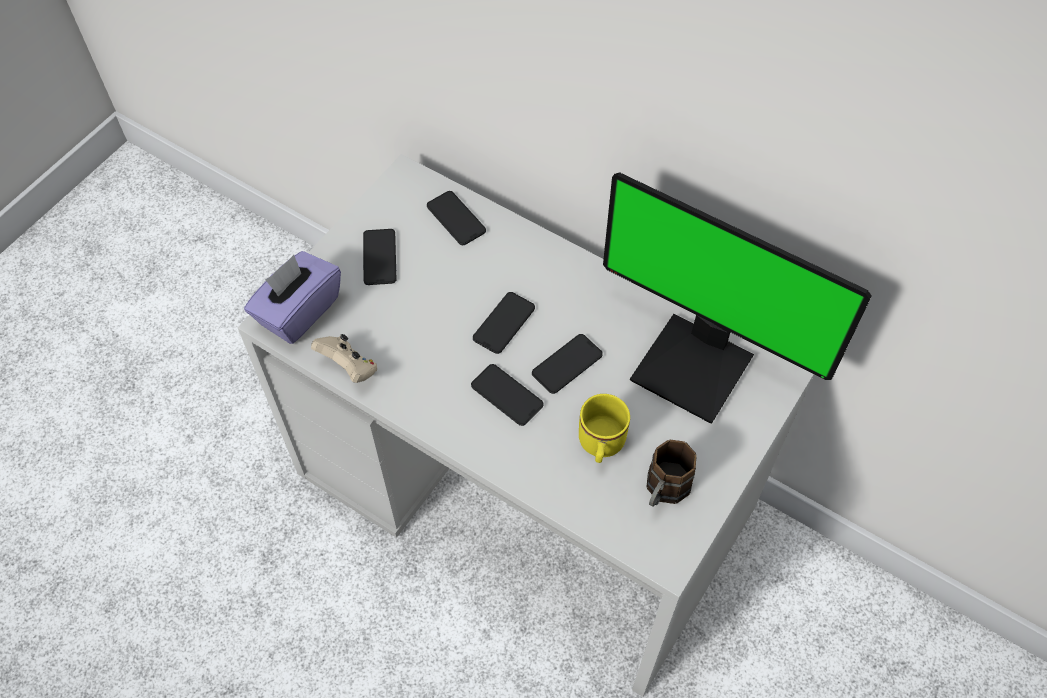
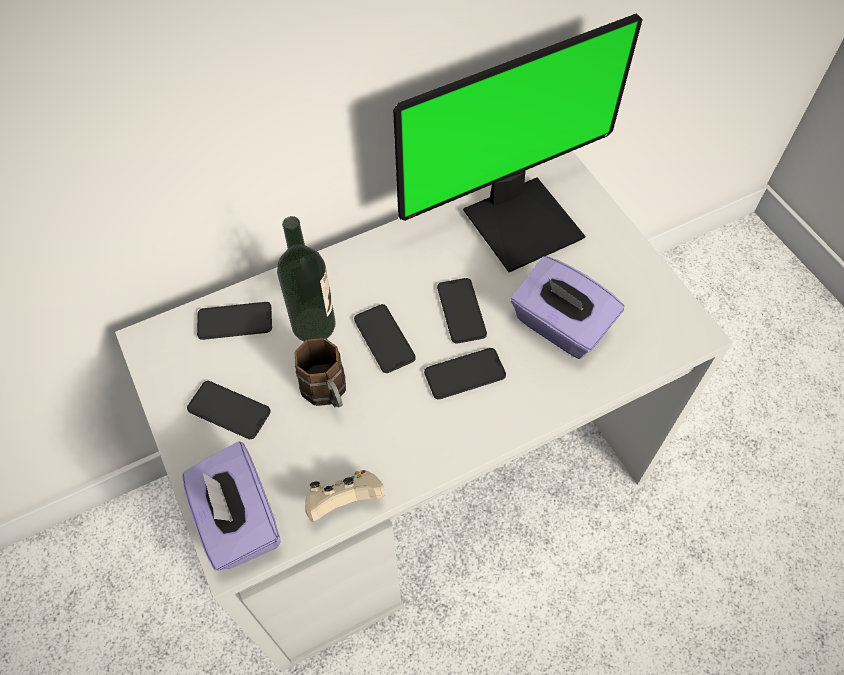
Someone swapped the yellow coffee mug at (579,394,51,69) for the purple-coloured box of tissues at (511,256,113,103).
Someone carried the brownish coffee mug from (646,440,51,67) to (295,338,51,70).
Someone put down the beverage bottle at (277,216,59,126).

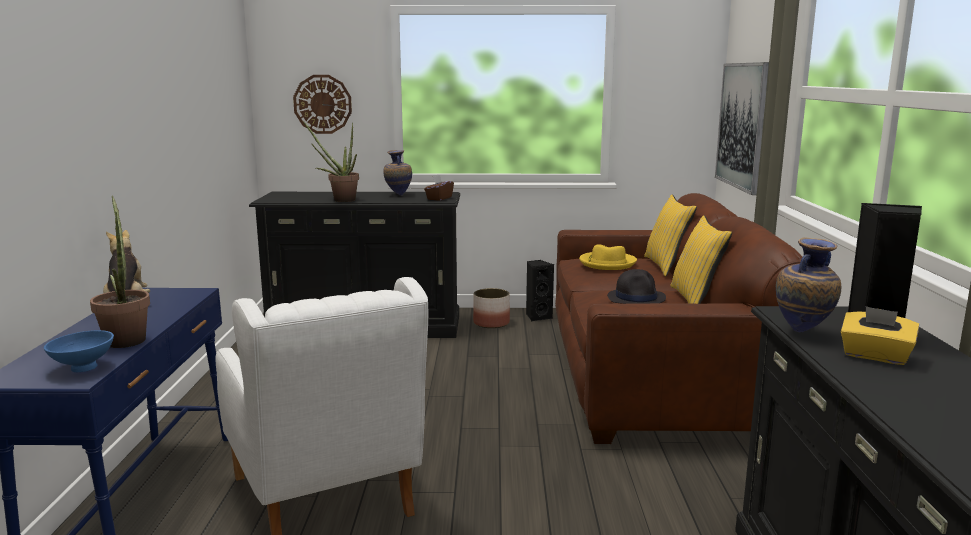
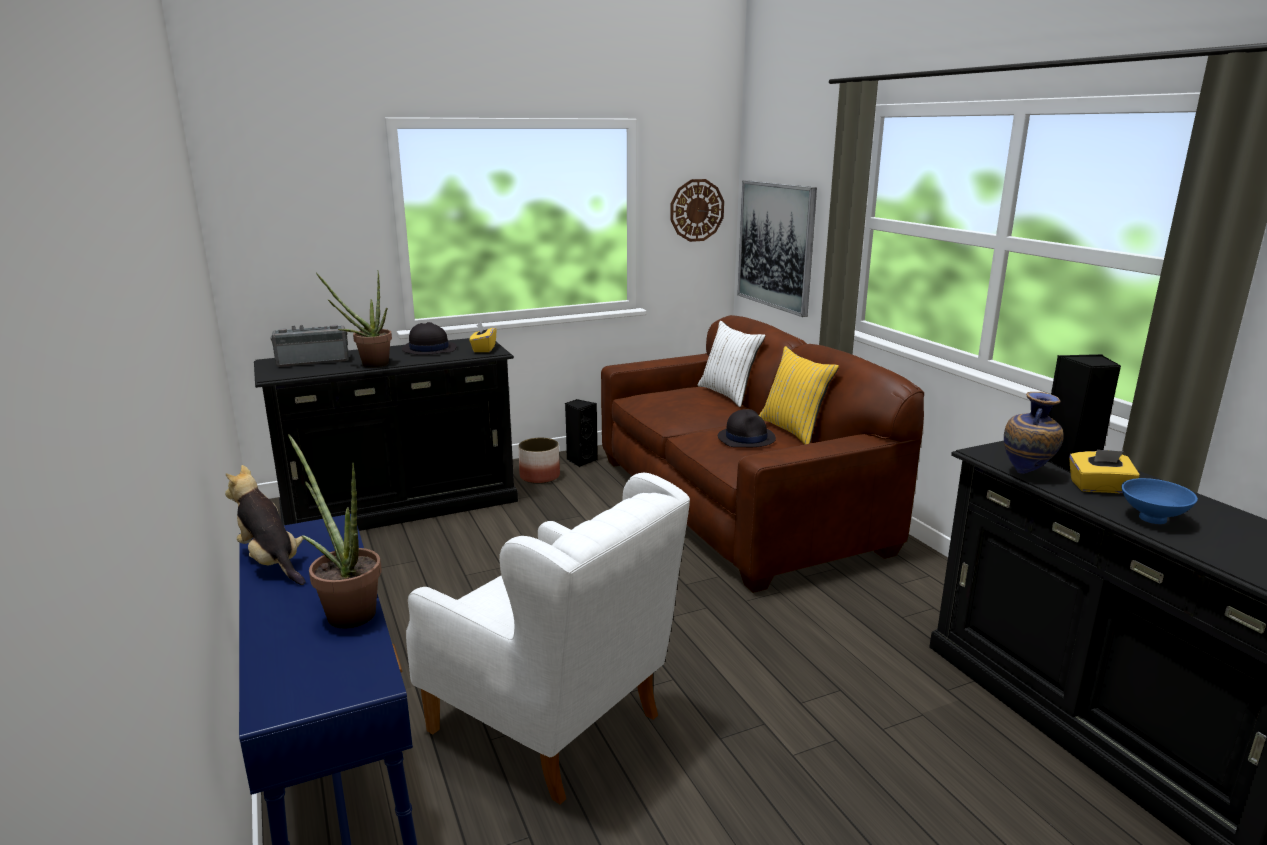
Someone carried the bluish deep dish from (44,330,70,42) to (1121,478,77,46).
Someone carried the hanging clock from (293,75,59,59) to (670,179,54,63).
Someone swapped the vase at (384,150,28,46) for the black-coloured wearable hat at (402,322,55,33).
Someone repainted the brownish box of tissues at (424,175,30,26), which became the yellow box of tissues at (470,322,27,30).
Someone took away the yellow wearable hat at (579,244,58,26).
Someone repainted the yellow throw pillow at (644,195,53,81), which became the whitish throw pillow at (698,321,68,86).
Someone put down the radio set at (270,325,79,42).

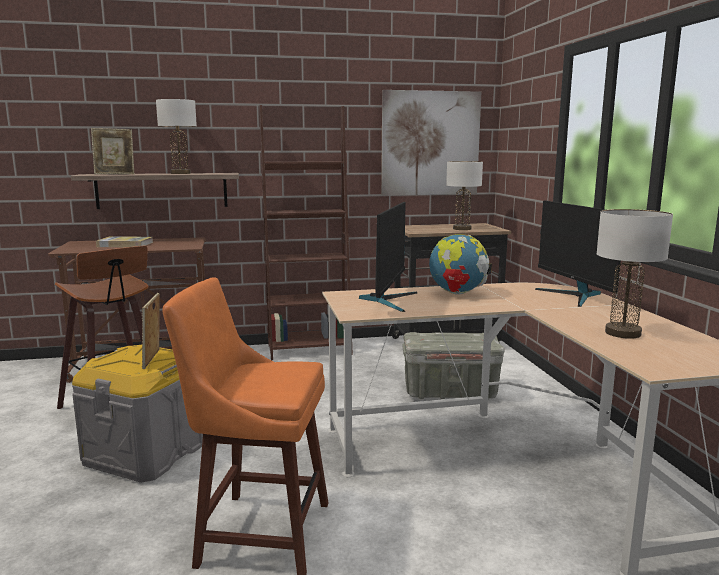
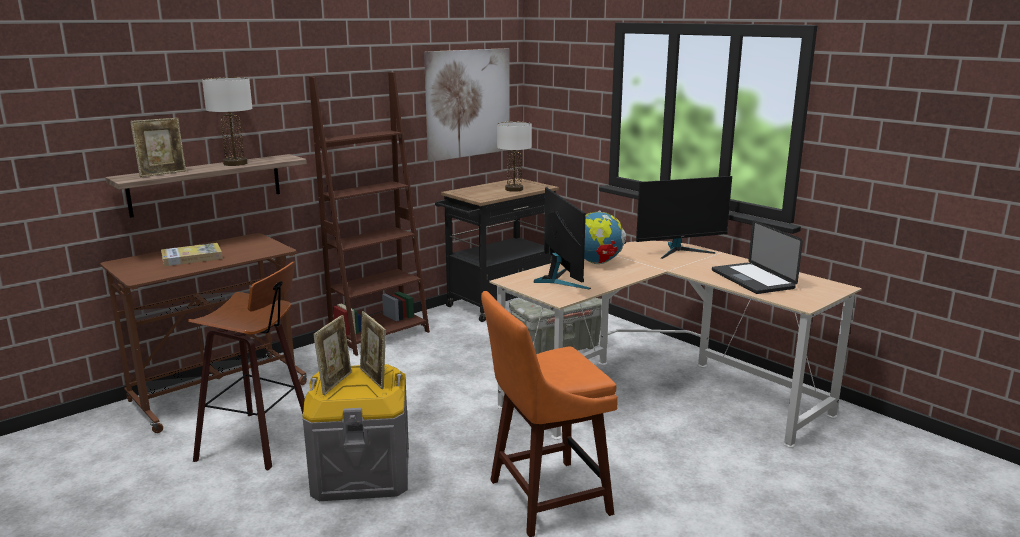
Someone rotated the computer display at (535,200,86,107) by 60 degrees counterclockwise.
Someone swapped the tabletop lamp at (597,209,76,130) for the notebook computer at (712,220,91,74).
Someone put down the standing frame at (313,315,39,80).

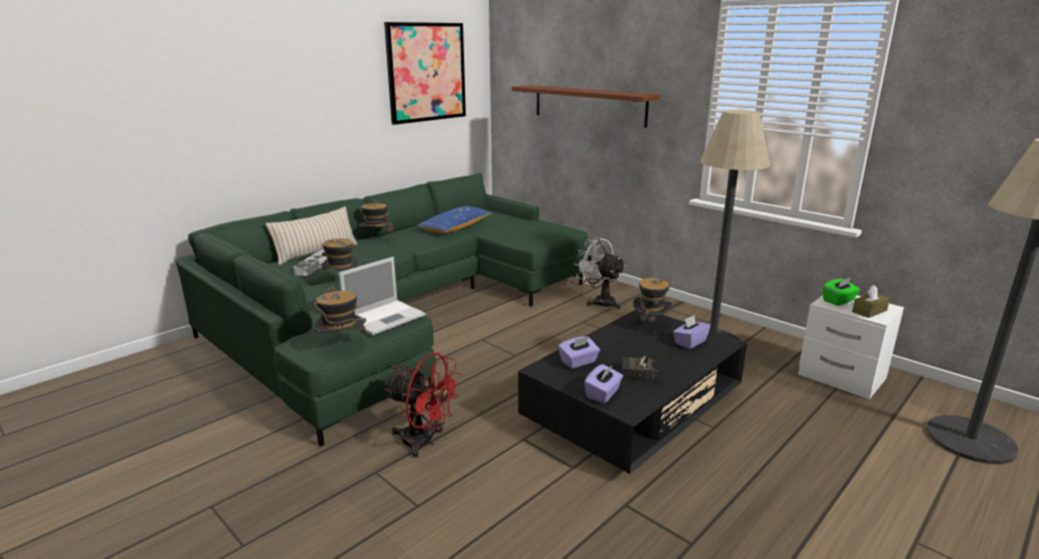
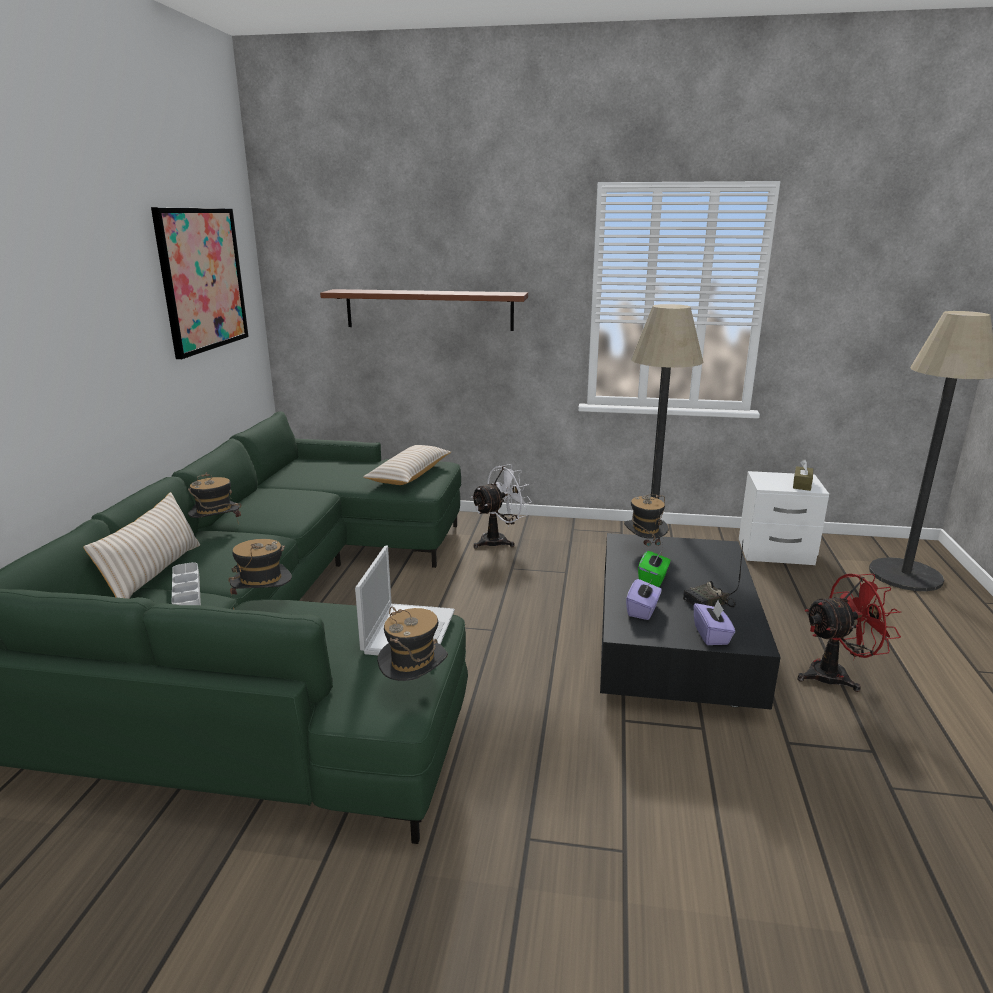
Someone carried the reddish fan from (384,352,77,106) to (797,574,104,118).
Someone took away the bluish throw pillow at (416,206,76,28).
Someone rotated the whitish fan at (574,237,52,72) by 135 degrees clockwise.
Someone took away the purple-coloured box of tissues at (673,315,37,34).
Someone carried the greenish box of tissues from (823,277,37,29) to (638,550,32,37).
Someone put down the beige throw pillow at (363,445,88,40).

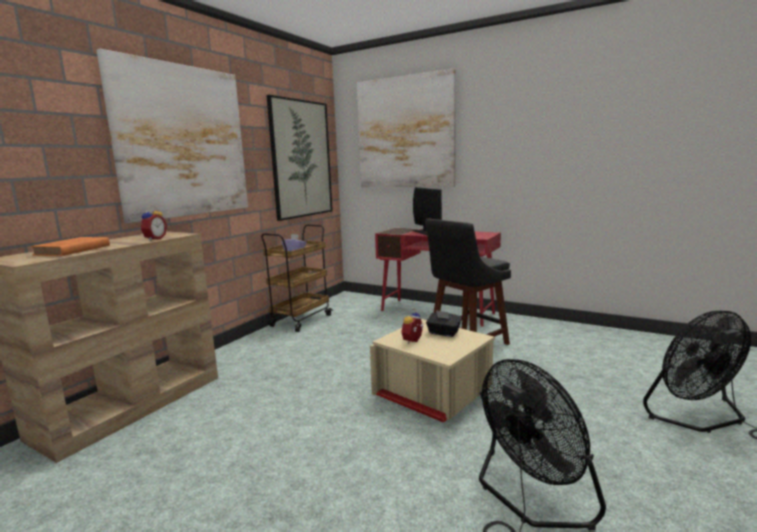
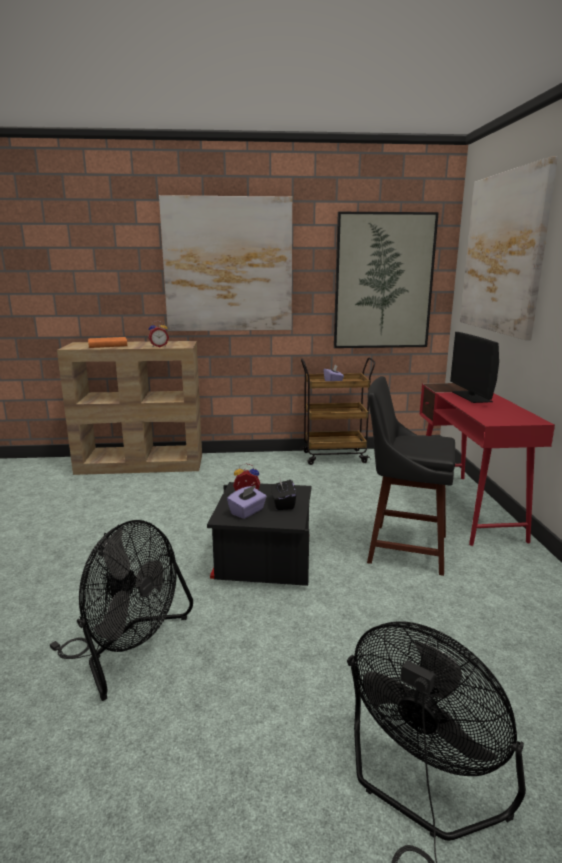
Someone repainted the beige storage box at (370,319,125,104), which became the black-coloured storage box at (207,482,104,104).
Someone rotated the computer display at (413,187,29,48) by 135 degrees clockwise.
Someone put down the purple-coloured box of tissues at (227,485,40,34).

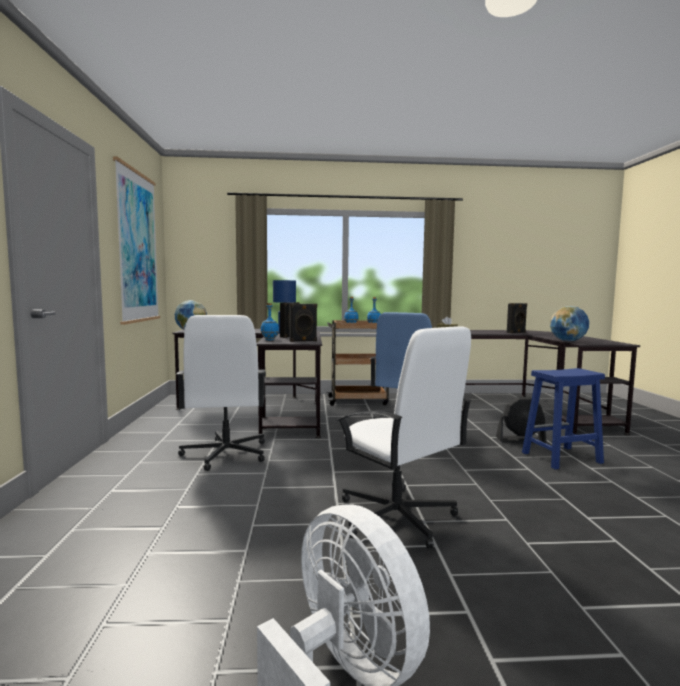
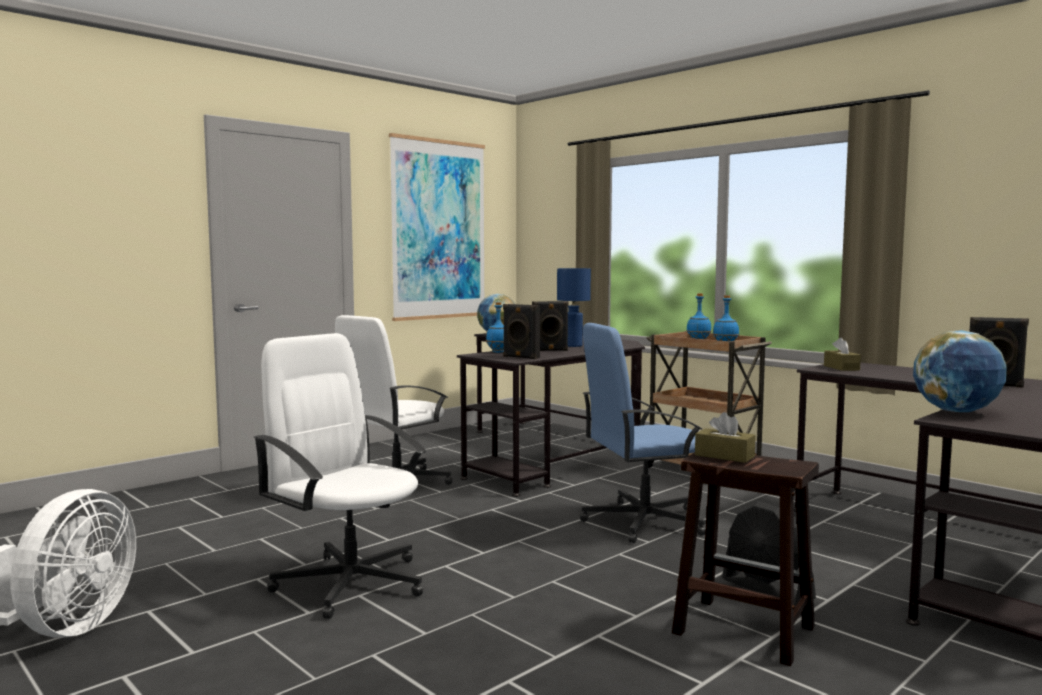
Someone rotated the whitish office chair at (337,326,135,223) by 120 degrees clockwise.
Someone repainted the bluish sitting stool at (522,368,83,101), which became the brownish sitting stool at (672,452,147,214).
Someone put down the brownish box of tissues at (695,412,61,51).

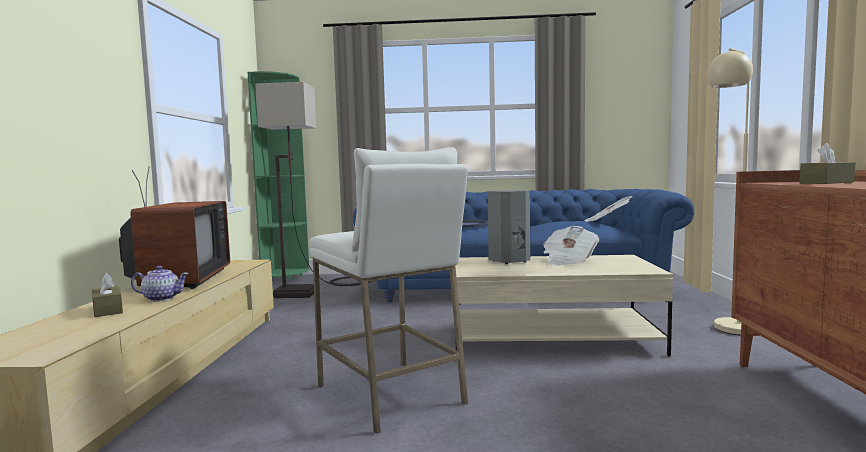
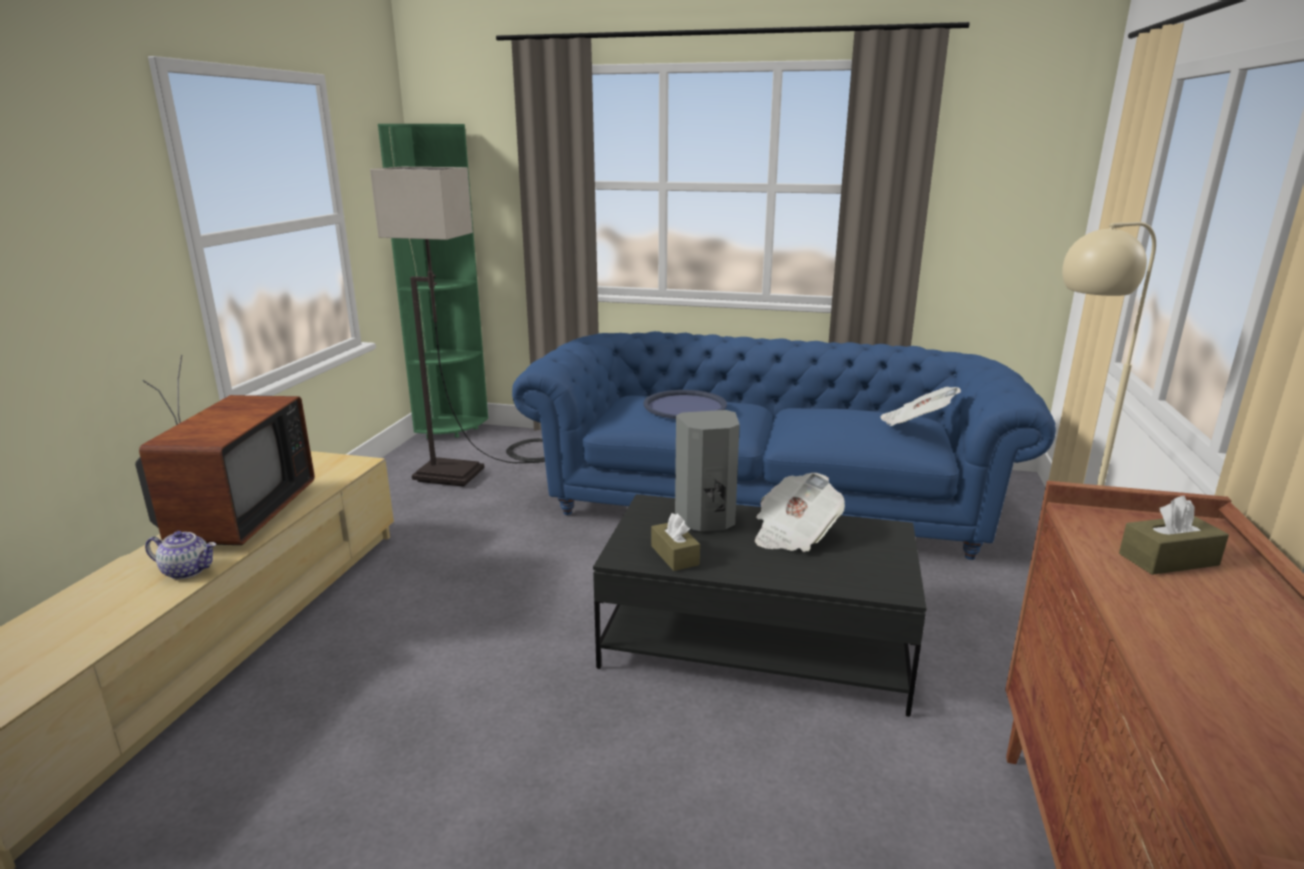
Someone carried the brownish box of tissues from (92,273,31,44) to (651,513,49,58).
Someone took away the whitish sitting stool at (310,147,158,287).
Someone repainted the beige lounge table at (455,255,218,102), which became the black-coloured lounge table at (593,494,334,223).

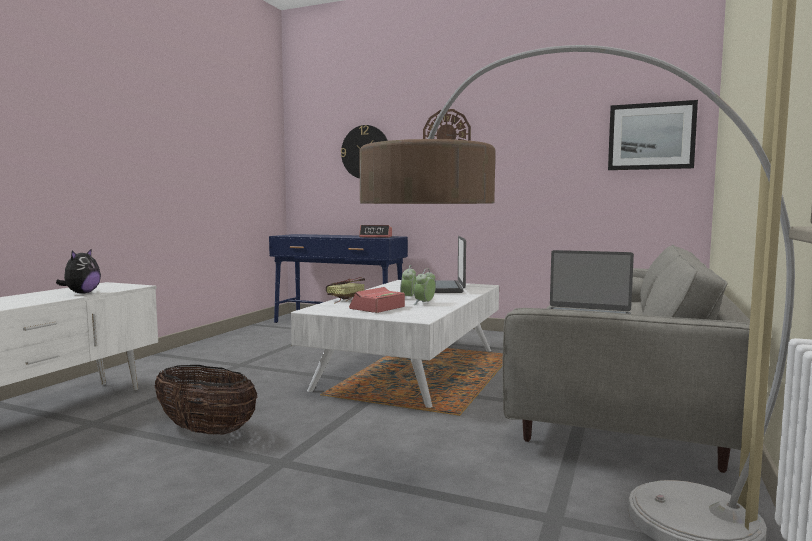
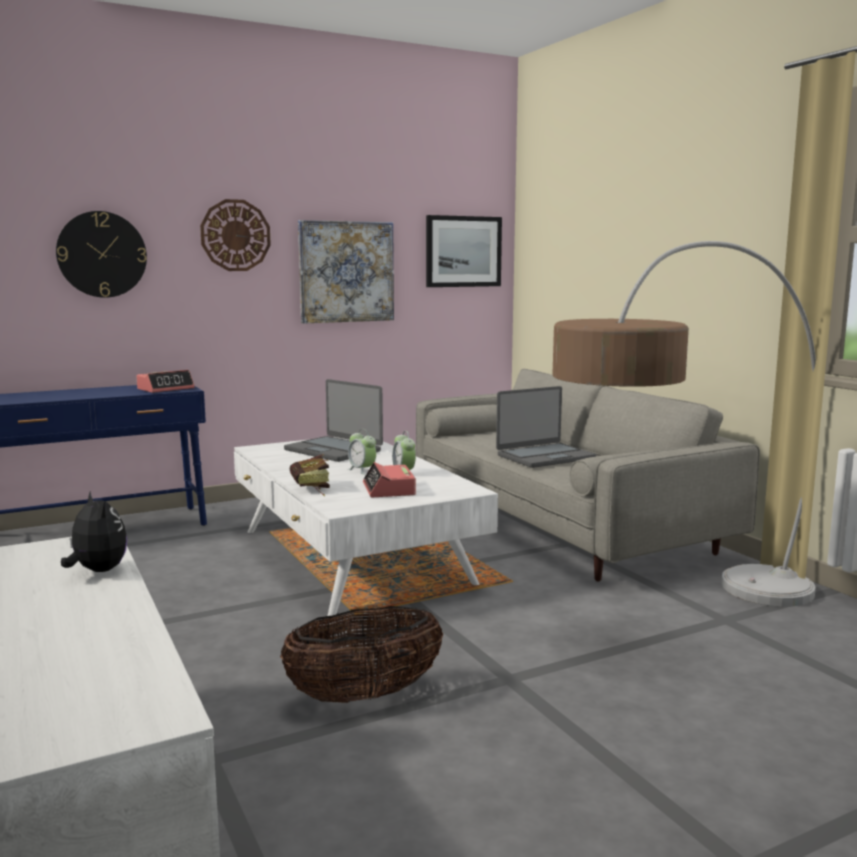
Someone put up the picture at (298,220,96,104).

